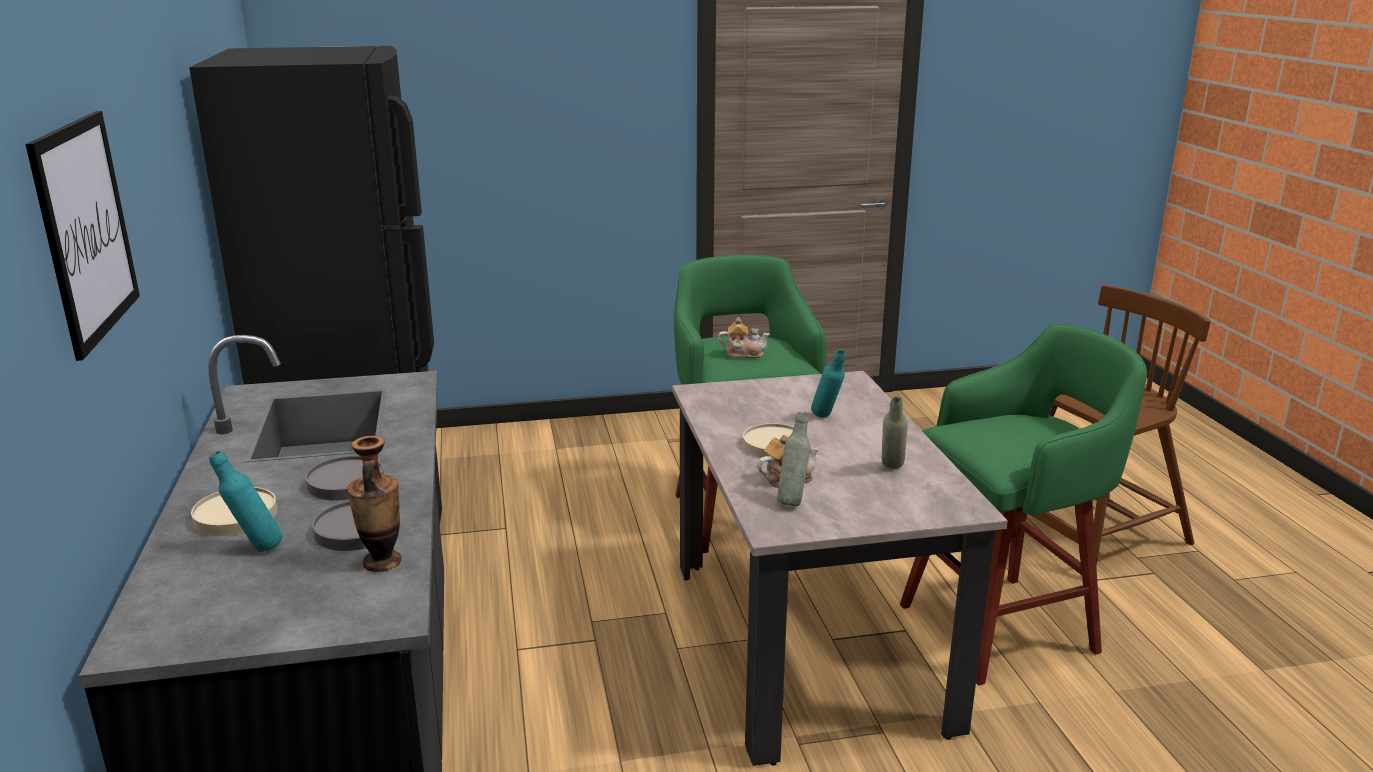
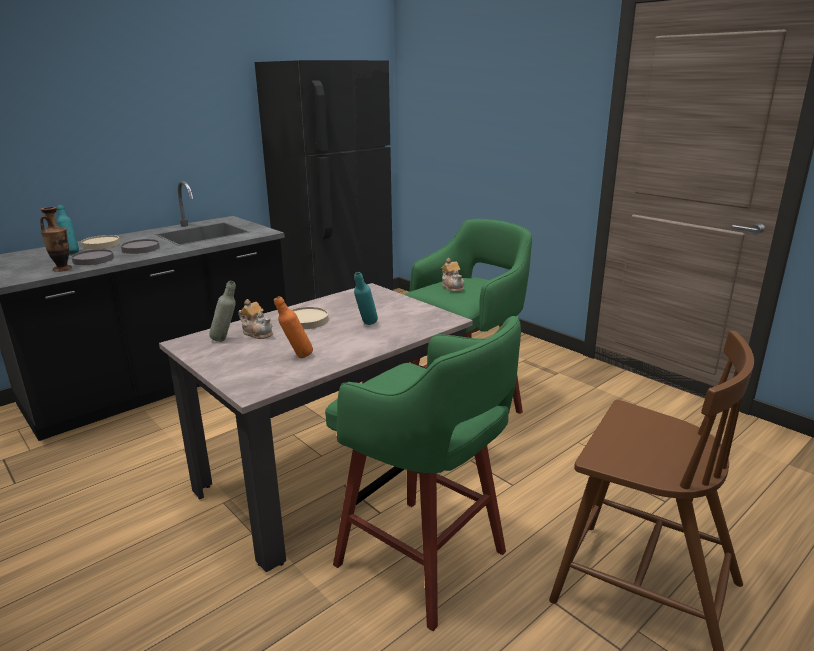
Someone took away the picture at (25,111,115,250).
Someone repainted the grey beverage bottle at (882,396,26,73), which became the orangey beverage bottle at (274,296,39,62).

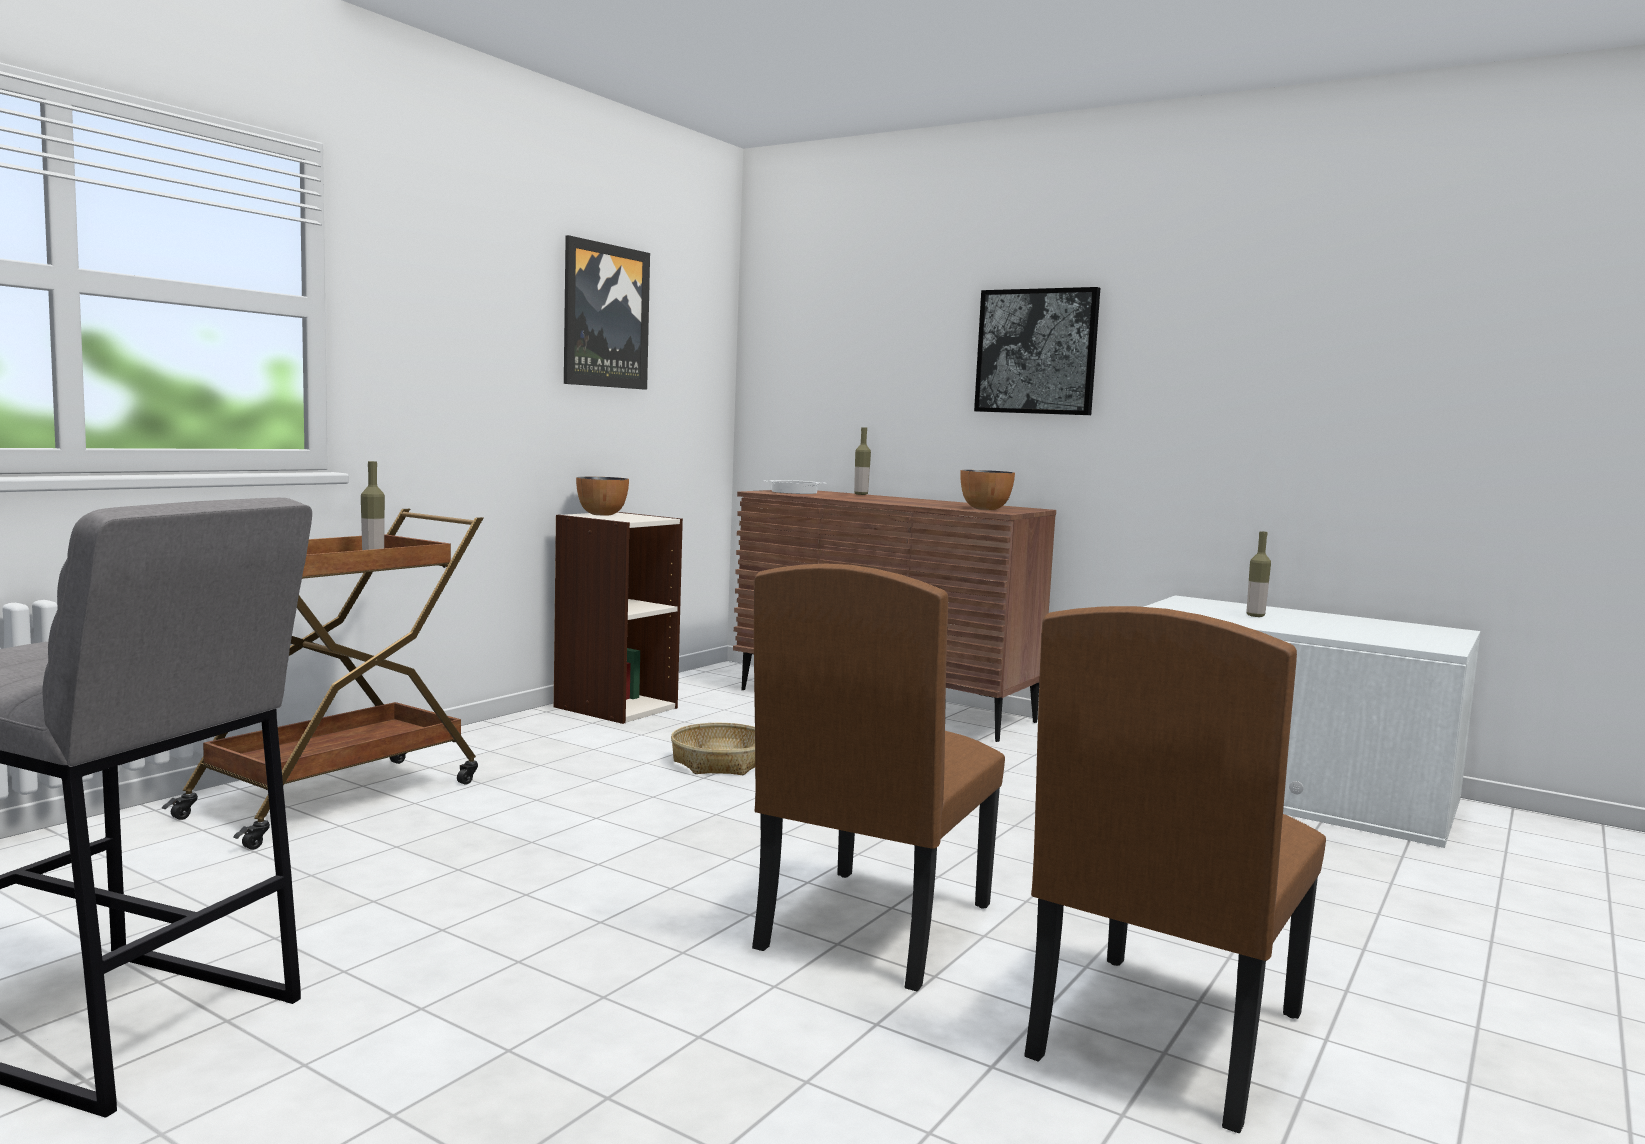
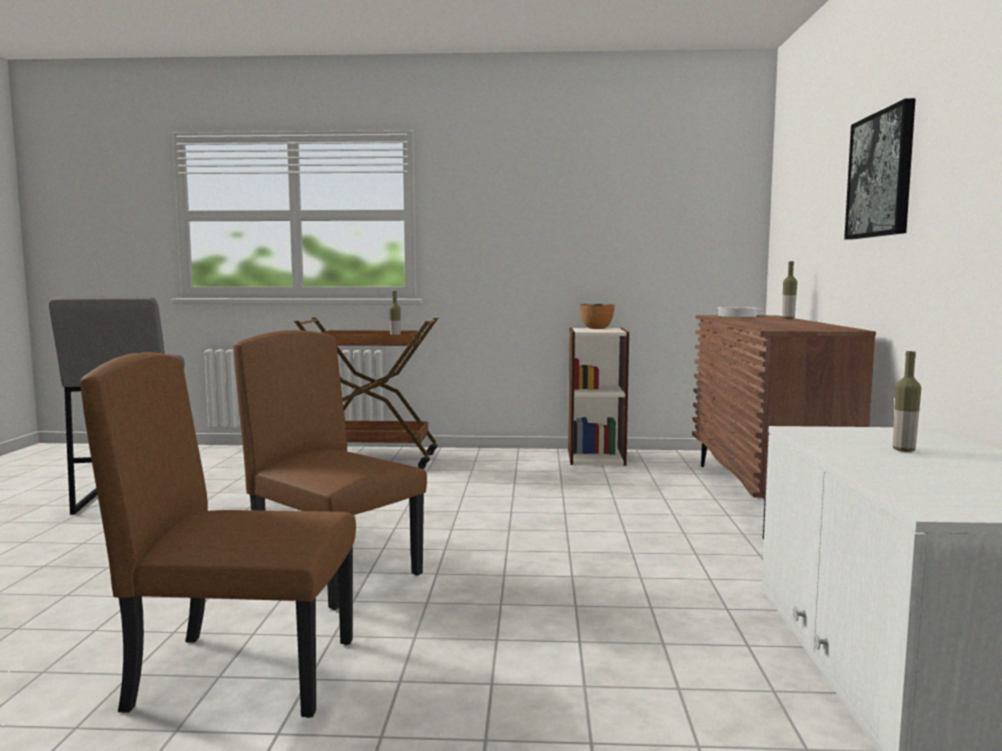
Someone took away the picture at (564,235,86,155).
Someone took away the household basket at (671,723,84,52).
Someone rotated the brownish plain chair at (752,564,253,427) by 45 degrees clockwise.
Someone took away the deep dish at (960,470,55,40).

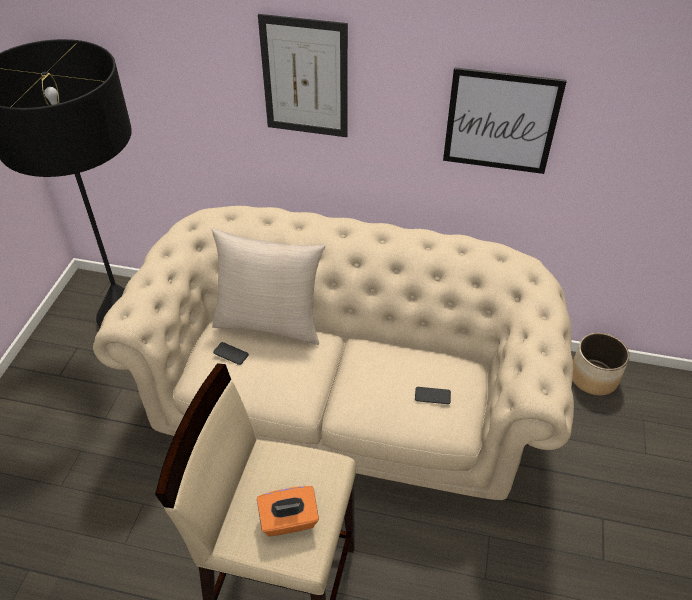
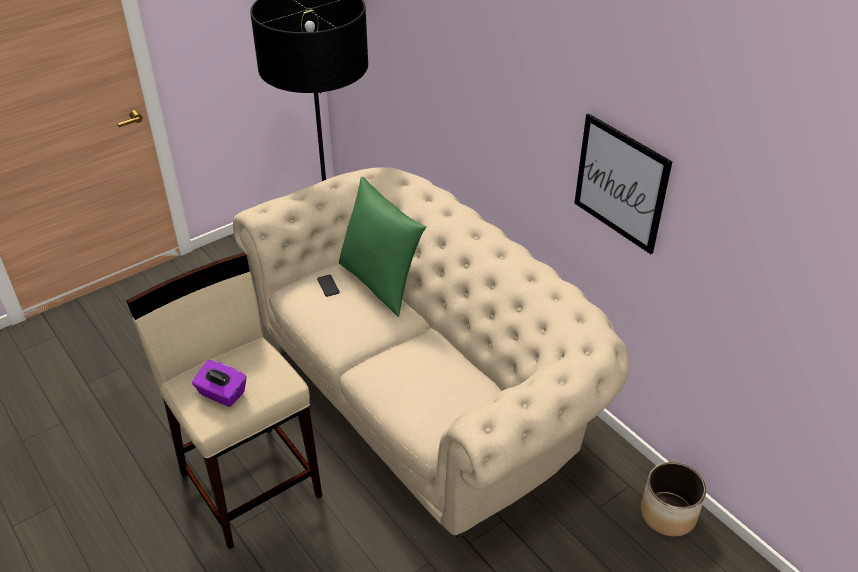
Someone repainted the beige throw pillow at (212,228,113,117), which became the greenish throw pillow at (339,177,87,140).
Someone repainted the orangey box of tissues at (257,486,62,50), which became the purple-coloured box of tissues at (192,360,54,47).
Someone took away the picture at (258,14,90,123).
Someone took away the phone at (415,387,36,17).

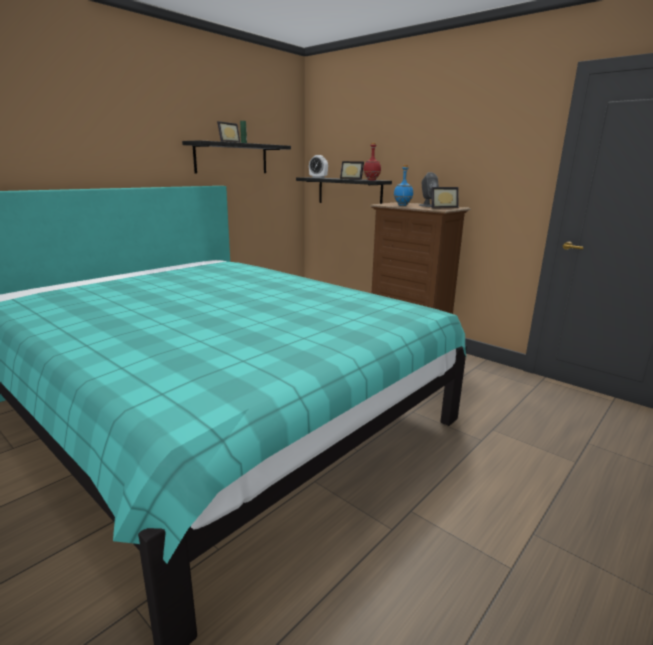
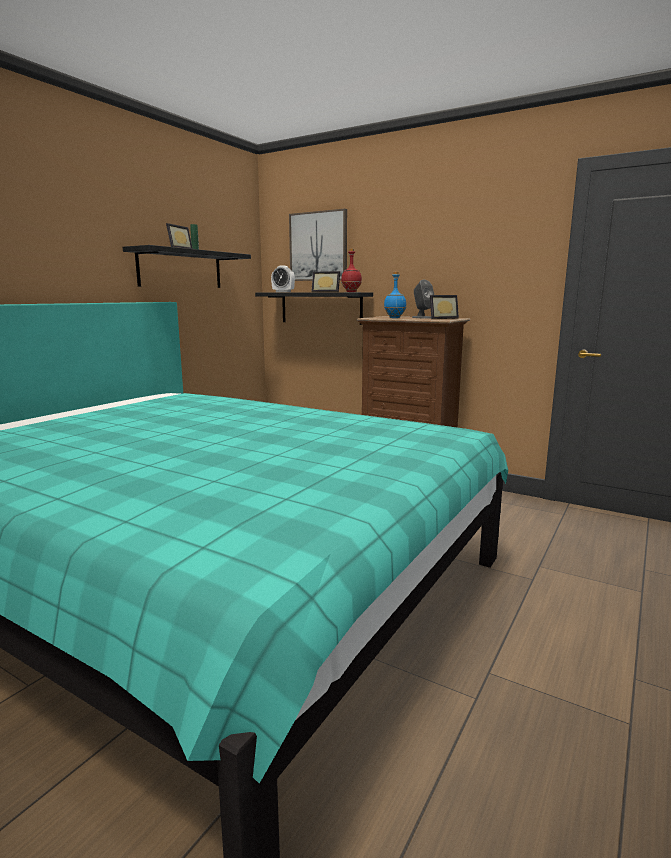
Someone put up the picture at (289,209,58,72).

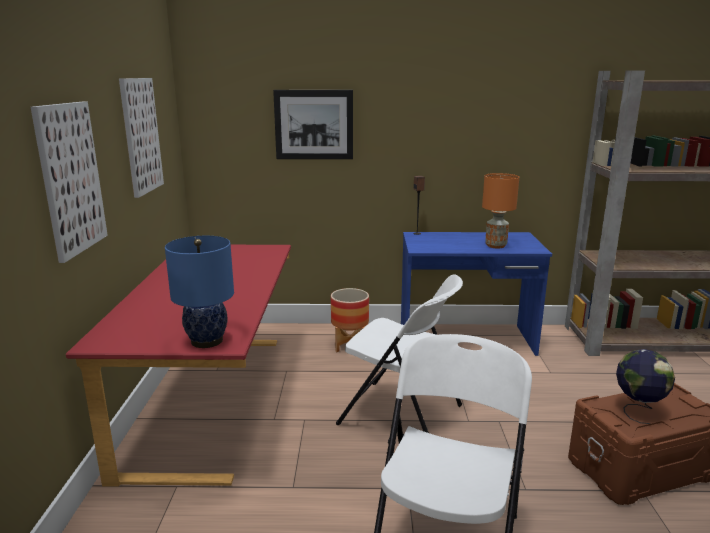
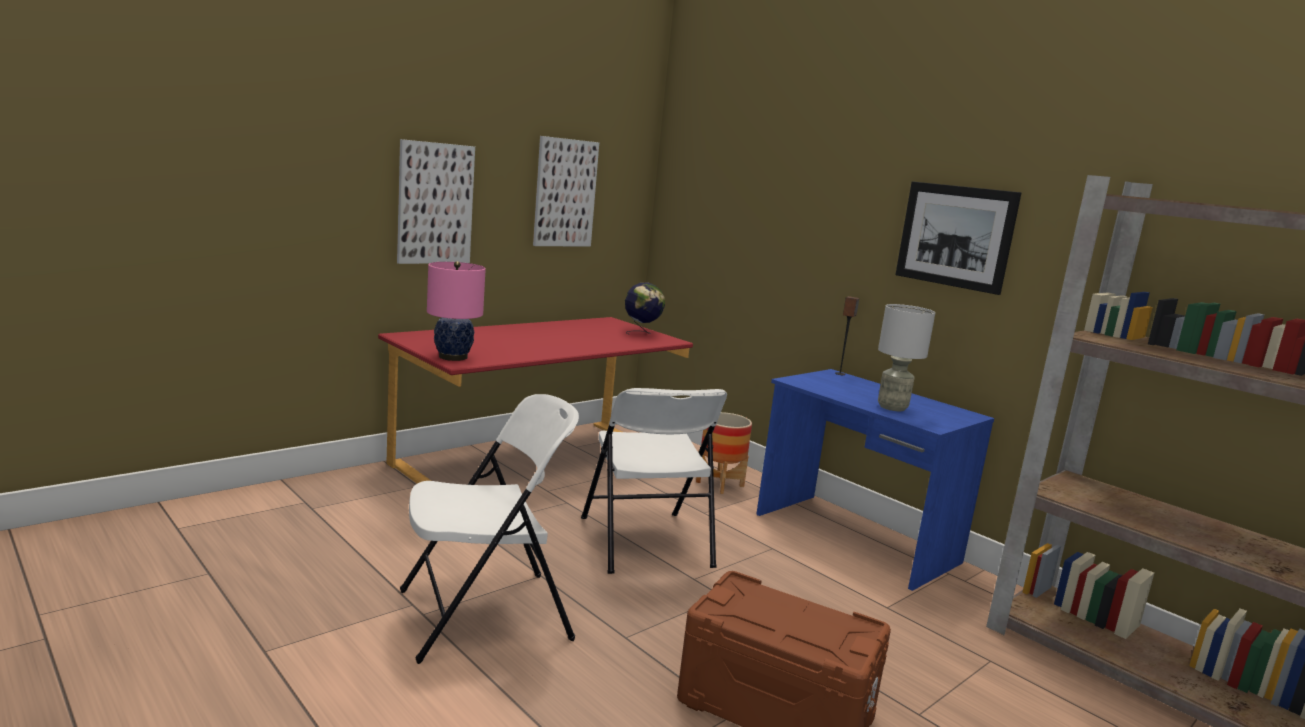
Someone repainted the bluish tabletop lamp at (165,236,69,112), which became the pinkish tabletop lamp at (427,261,59,100).
Someone carried the picture from (273,90,80,69) to (895,181,126,114).
Someone repainted the orangey tabletop lamp at (482,173,37,75), which became the grey tabletop lamp at (878,304,57,107).
Someone carried the desk globe from (616,349,59,75) to (625,283,40,52).

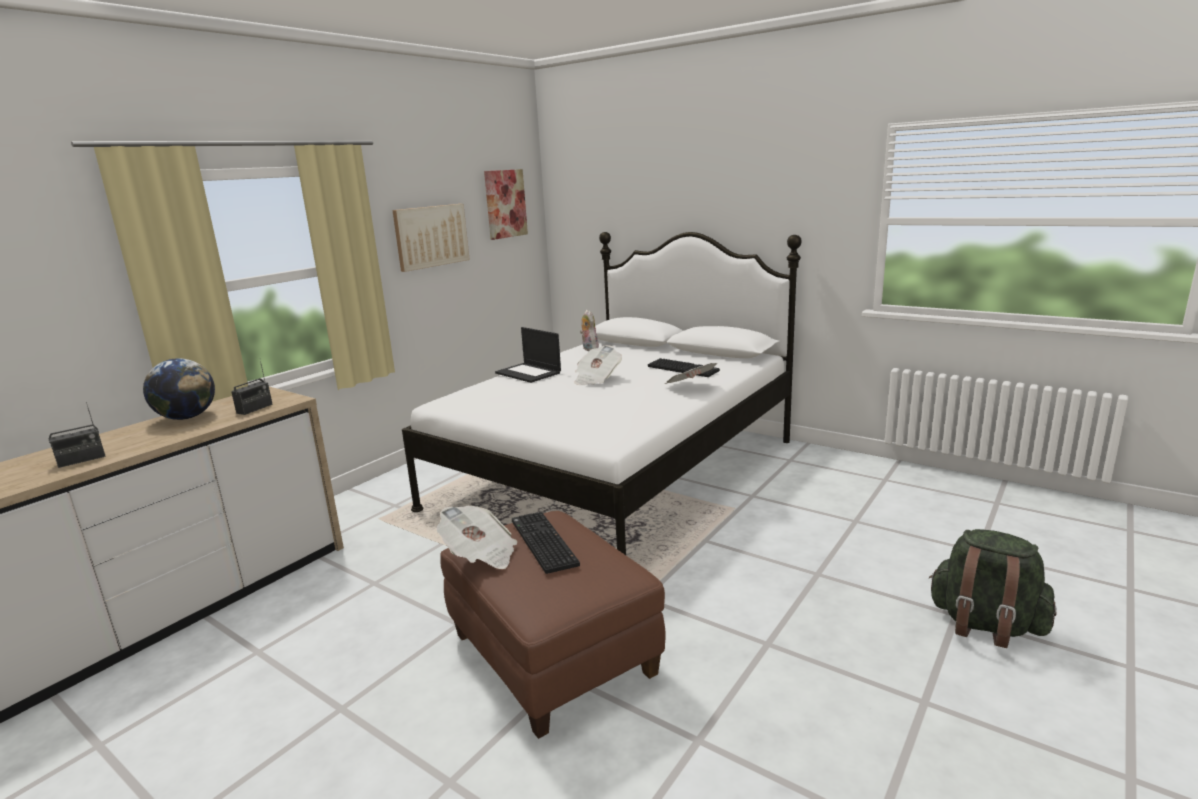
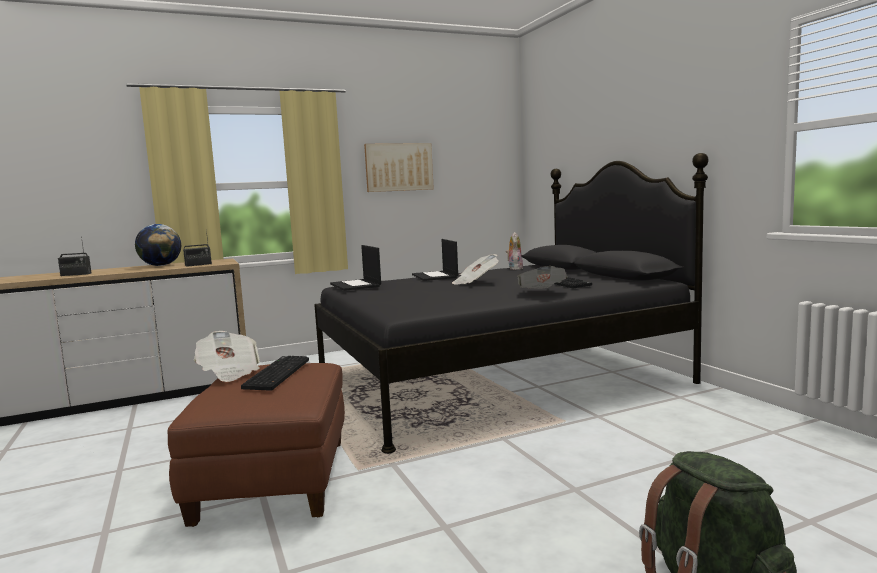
Someone repainted the whitish bedroom bed at (402,232,400,323), which became the black-coloured bedroom bed at (314,153,395,301).
Someone took away the picture at (484,169,44,71).
Someone put down the notebook computer at (330,245,51,46).

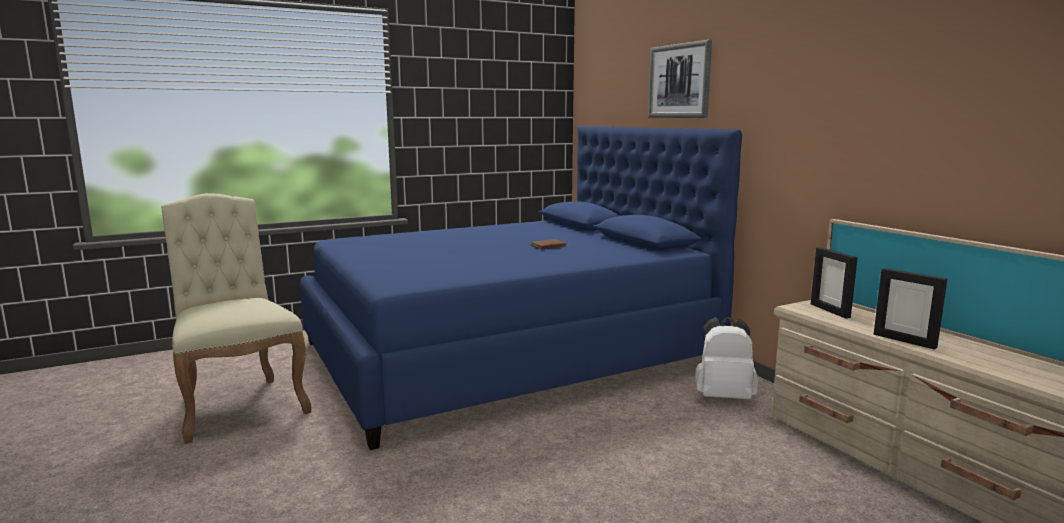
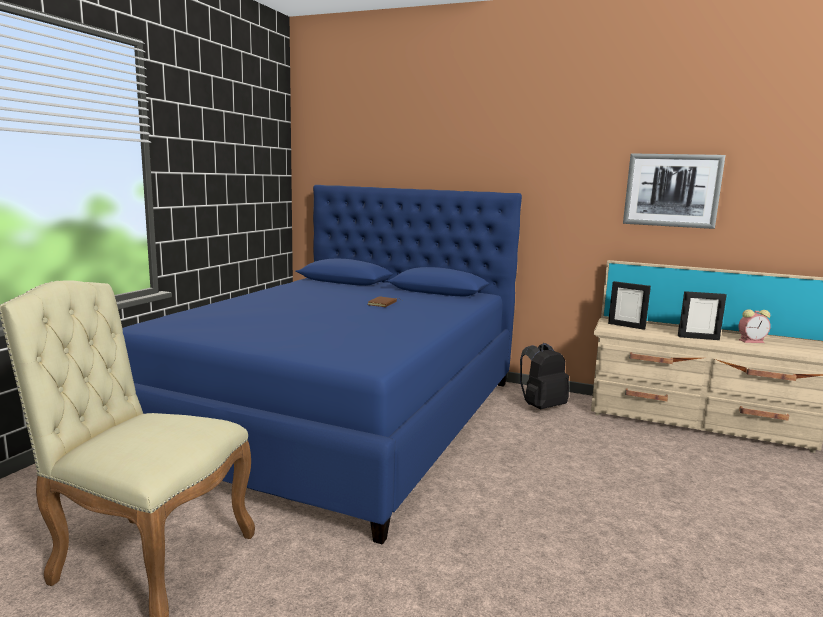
Someone carried the picture from (648,39,64,79) to (623,153,103,76).
Someone repainted the whitish rucksack at (695,317,63,82), which became the black-coloured rucksack at (520,343,49,66).
Someone put down the alarm clock at (738,309,33,34).

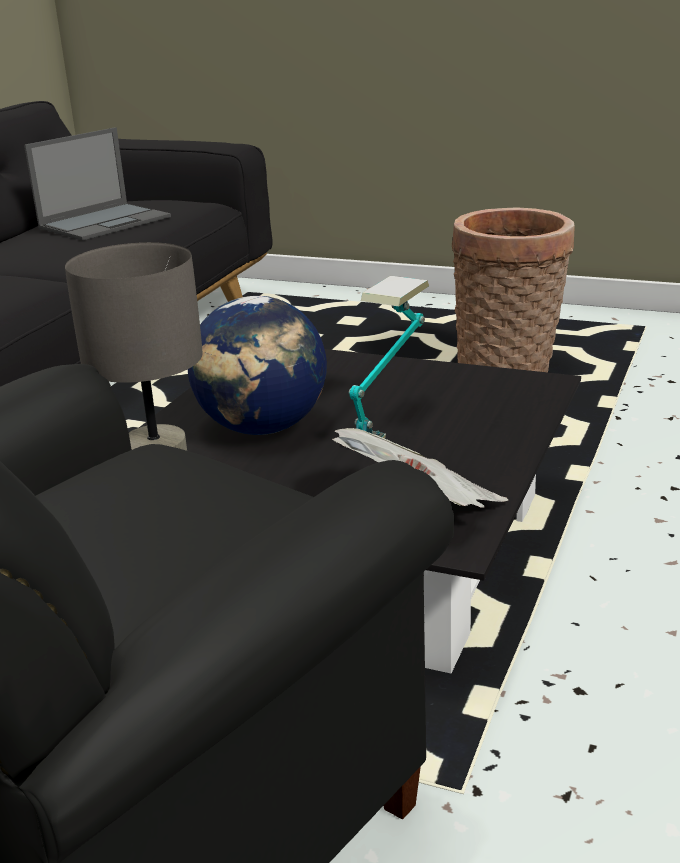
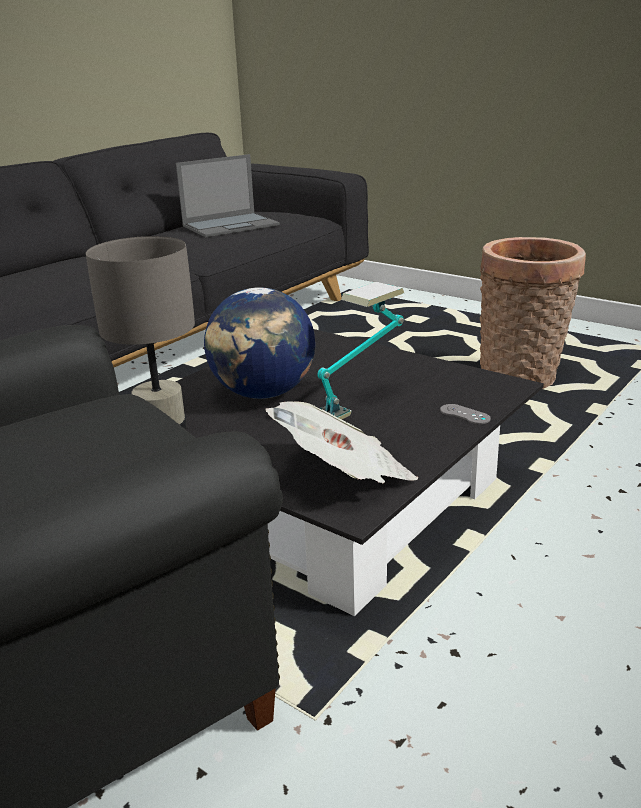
Someone put down the grey gamepad at (440,404,51,20).

